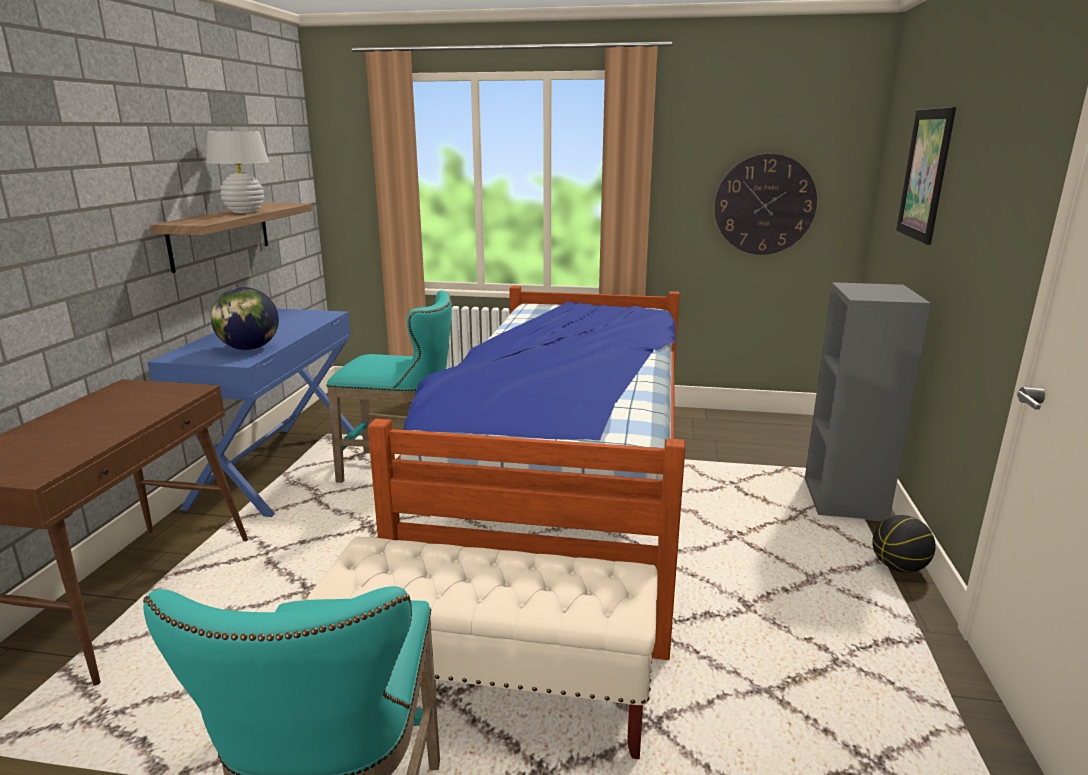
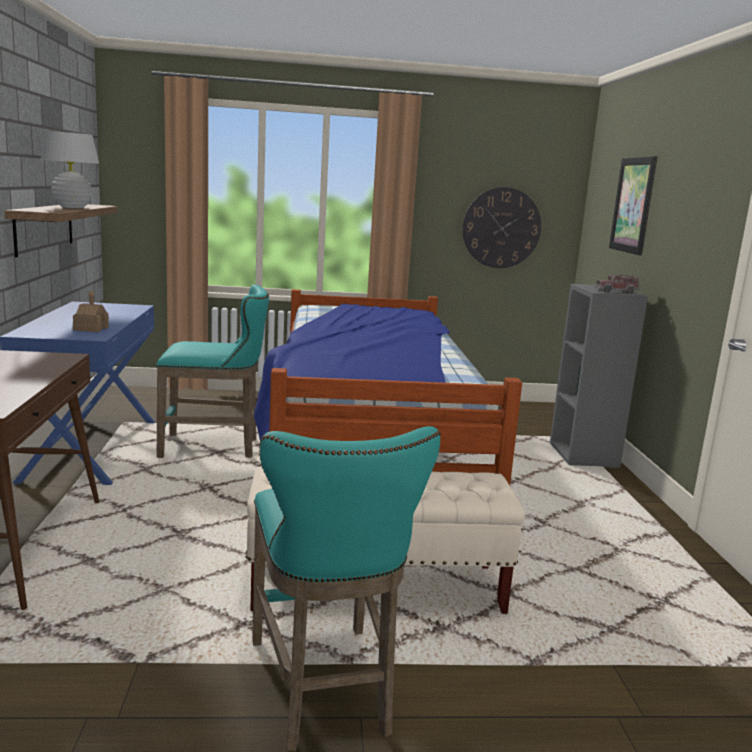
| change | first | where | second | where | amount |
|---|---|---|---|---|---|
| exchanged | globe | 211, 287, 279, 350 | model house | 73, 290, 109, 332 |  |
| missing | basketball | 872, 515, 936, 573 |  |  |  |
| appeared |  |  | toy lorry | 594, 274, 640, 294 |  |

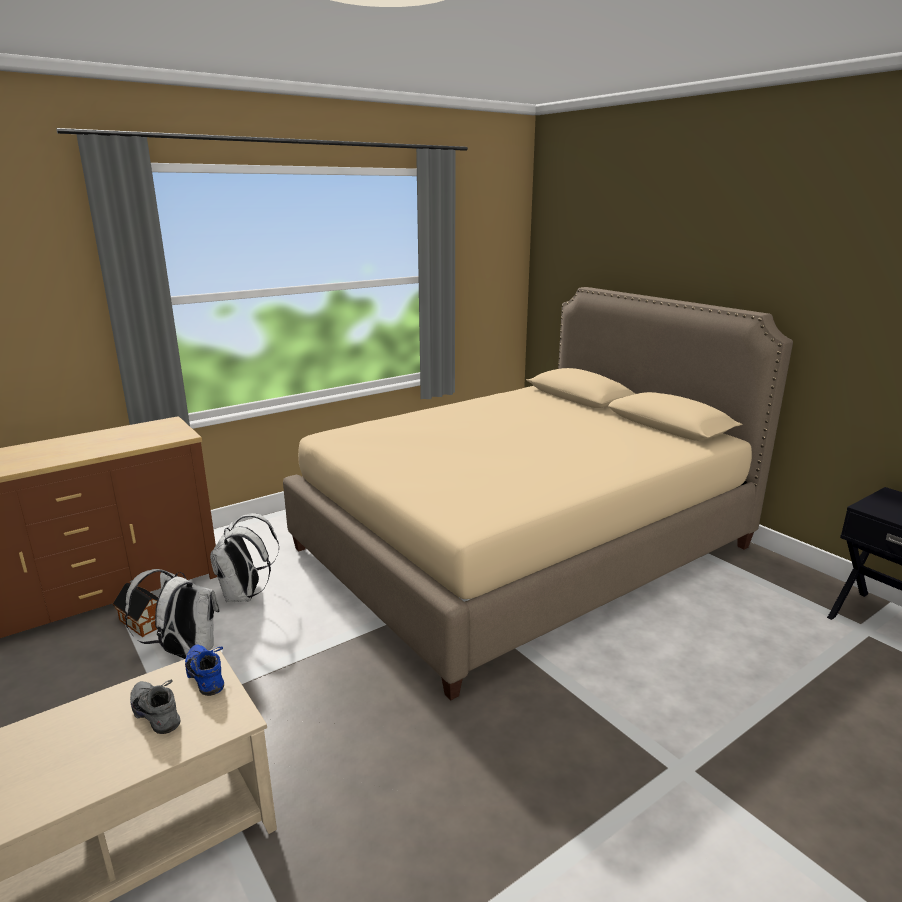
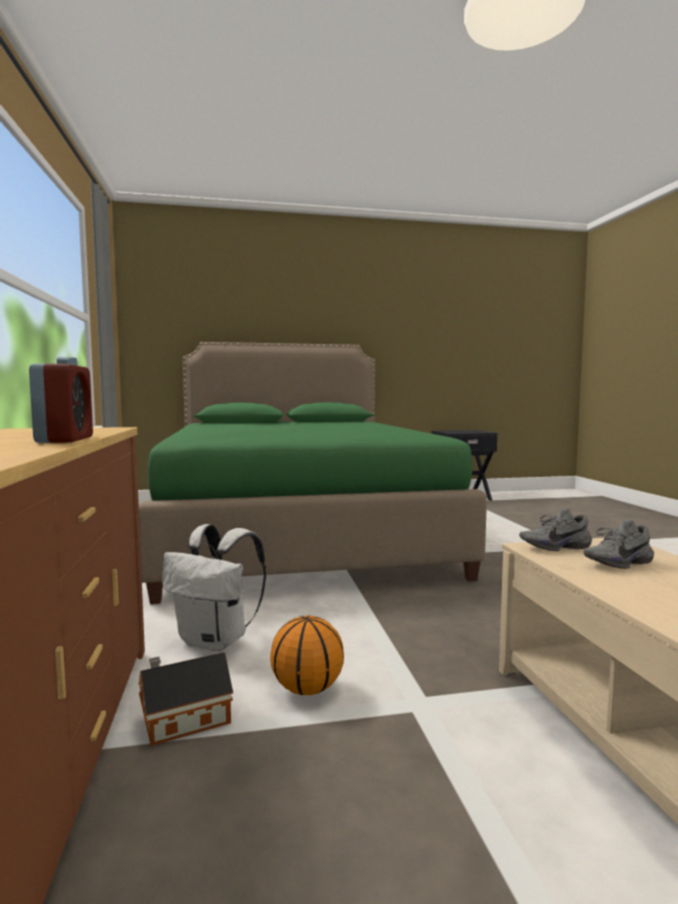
| change | first | where | second | where | amount |
|---|---|---|---|---|---|
| exchanged | white knapsack | 125, 569, 220, 659 | basketball | 270, 616, 344, 695 |  |
| colour | blue-coloured item of footwear | 185, 644, 224, 696 | grey item of footwear | 519, 509, 592, 551 |  |
| colour | beige-coloured bed | 283, 287, 793, 700 | greenish bed | 139, 342, 487, 604 |  |
| appeared |  |  | alarm clock | 29, 357, 93, 443 |  |

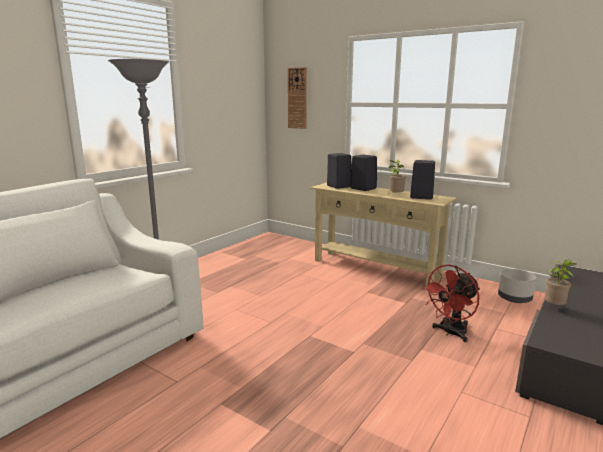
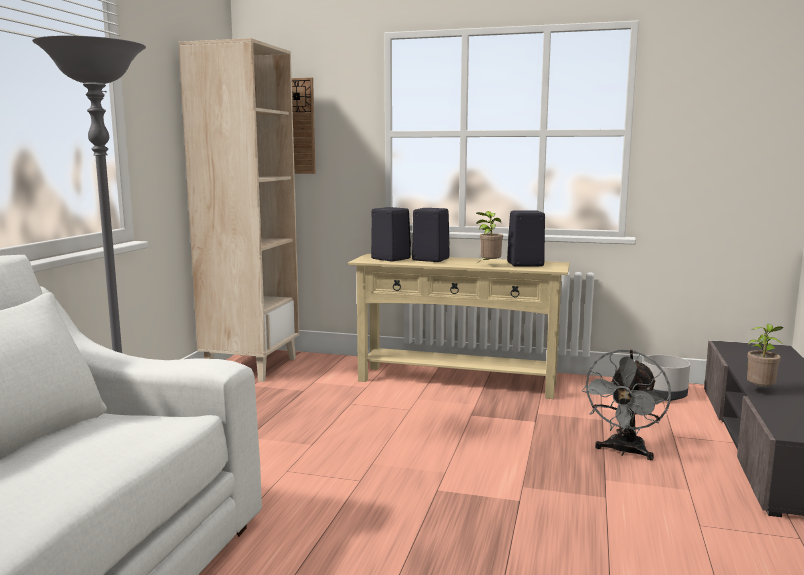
| change | first | where | second | where | amount |
|---|---|---|---|---|---|
| colour | red electric fan | 421, 264, 480, 342 | grey electric fan | 582, 350, 671, 460 |  |
| appeared |  |  | beige-coloured bookcase | 179, 38, 299, 382 |  |

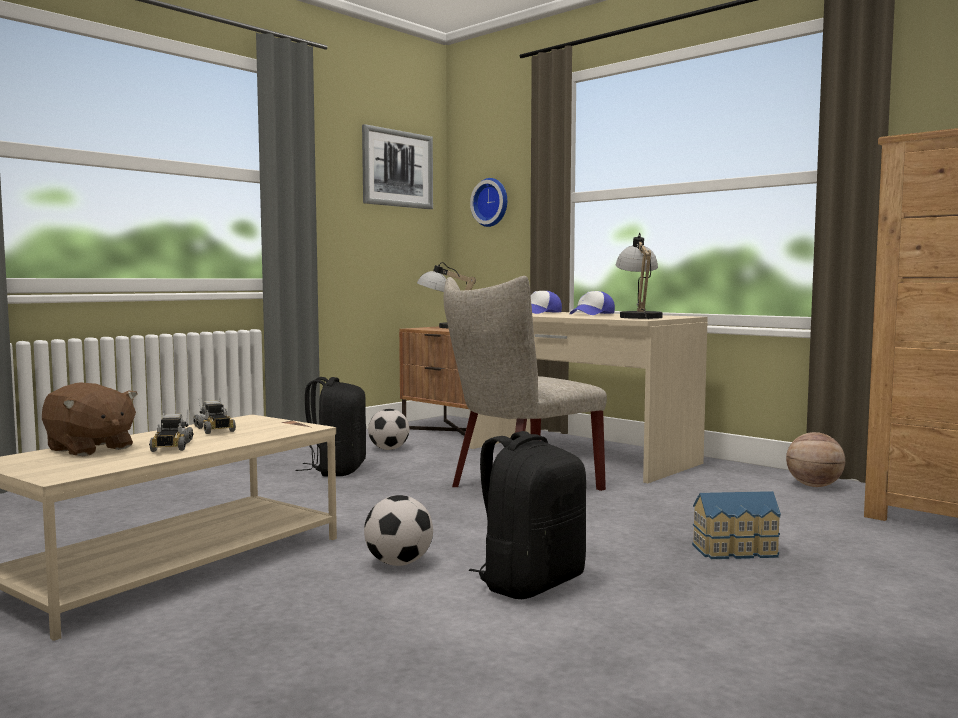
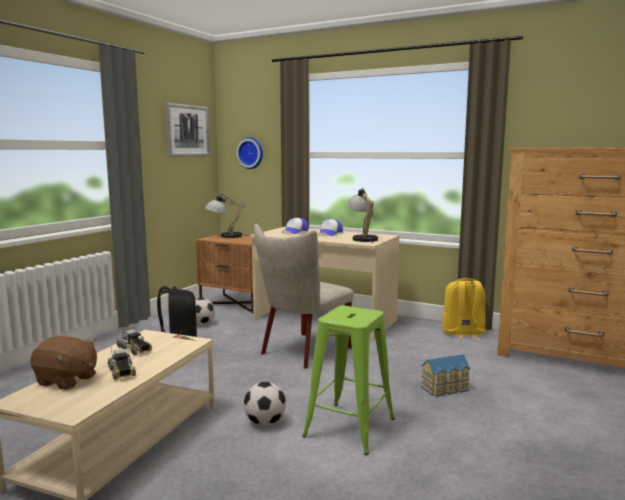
| change | first | where | second | where | amount |
|---|---|---|---|---|---|
| exchanged | black knapsack | 469, 431, 586, 599 | greenish stool | 302, 306, 395, 455 |  |
| exchanged | basketball | 786, 432, 845, 487 | yellow-coloured knapsack | 442, 278, 486, 340 |  |

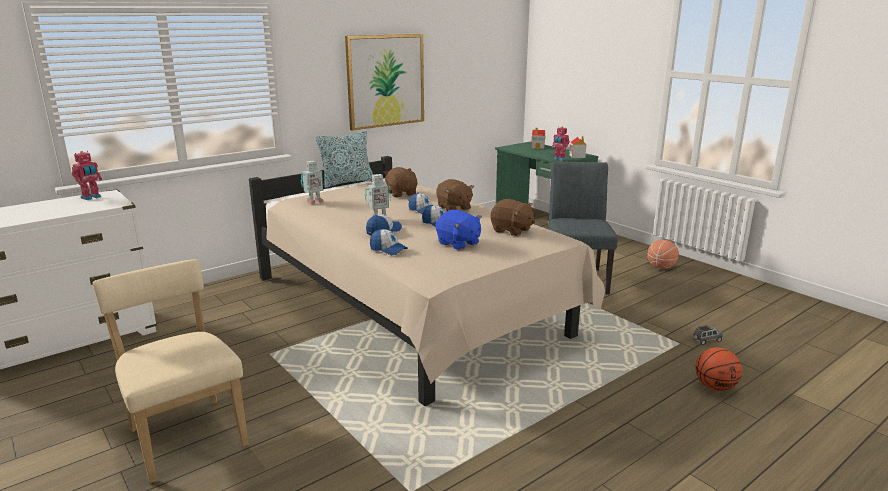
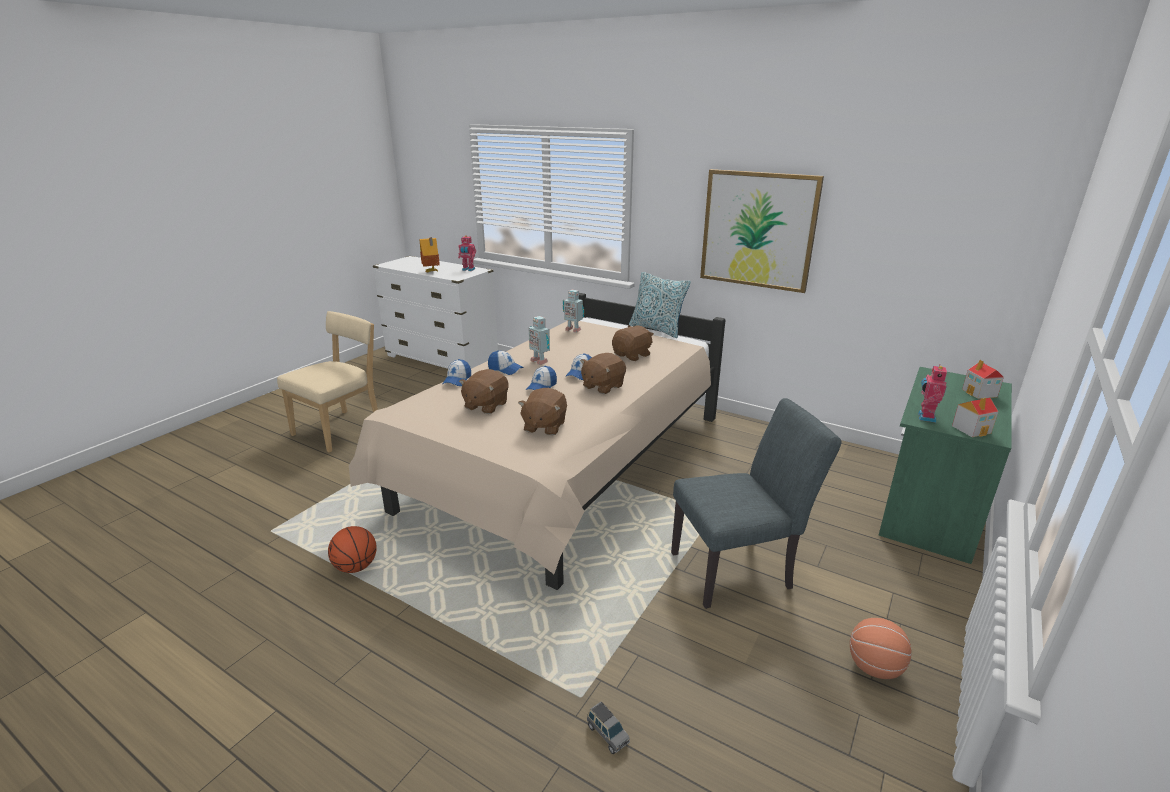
| change | first | where | second | where | amount |
|---|---|---|---|---|---|
| colour | blue-coloured cuddly toy | 436, 210, 482, 250 | brown cuddly toy | 459, 369, 508, 414 |  |
| relocated | basketball | 696, 347, 742, 391 |  | 328, 526, 377, 573 |  |
| appeared |  |  | model house | 419, 237, 440, 273 |  |

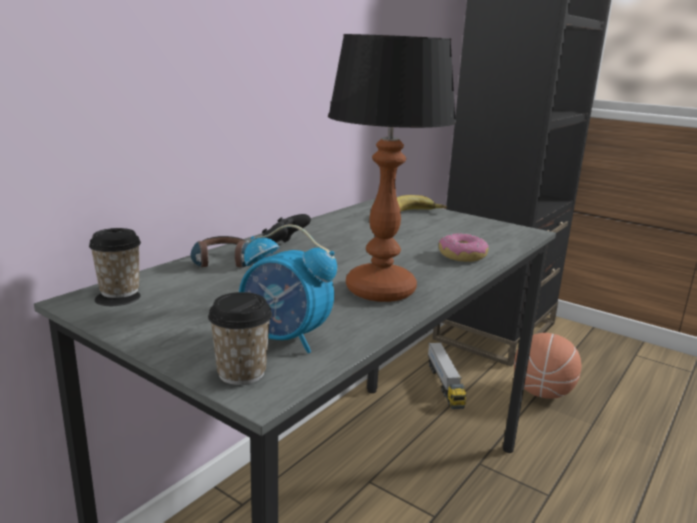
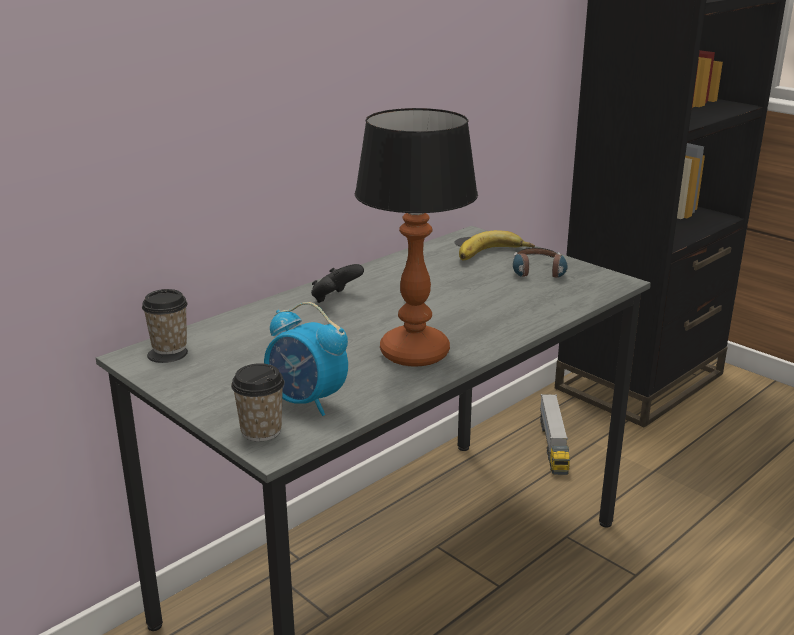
| change | first | where | second | where | amount |
|---|---|---|---|---|---|
| relocated | headphones | 191, 236, 249, 268 |  | 513, 248, 568, 278 |  |
| missing | donut | 439, 233, 489, 262 |  |  |  |
| missing | basketball | 514, 333, 581, 399 |  |  |  |

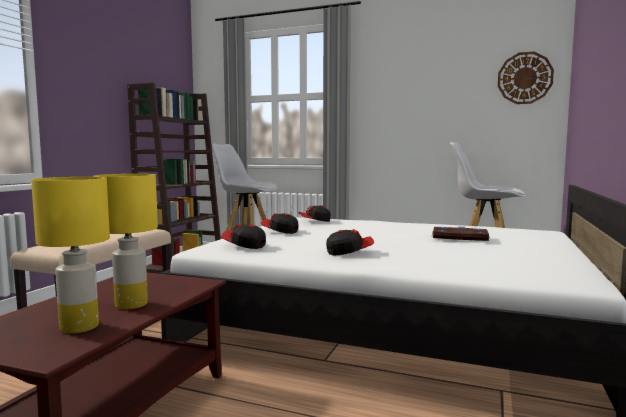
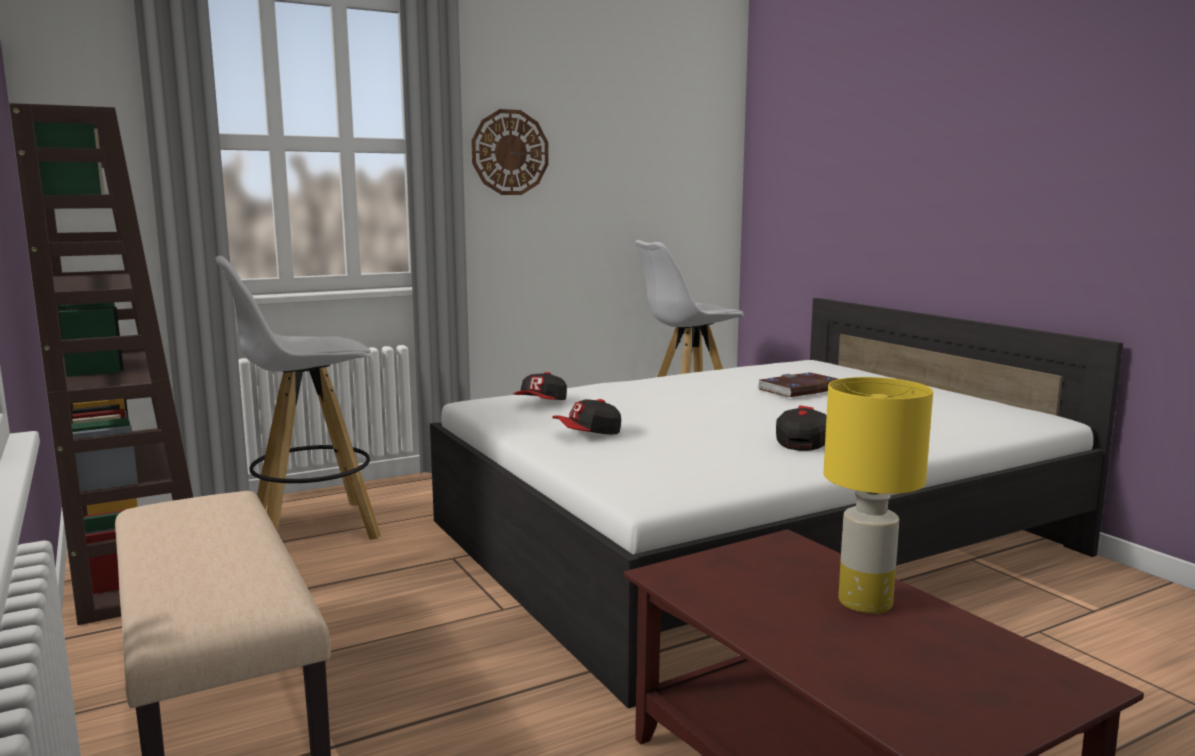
| change | first | where | second | where | amount |
|---|---|---|---|---|---|
| missing | yellow-coloured lamp for a table | 31, 177, 110, 334 |  |  |  |
| missing | baseball cap | 221, 224, 266, 249 |  |  |  |
| relocated | clock on the wall | 498, 52, 554, 104 |  | 471, 109, 549, 195 |  |

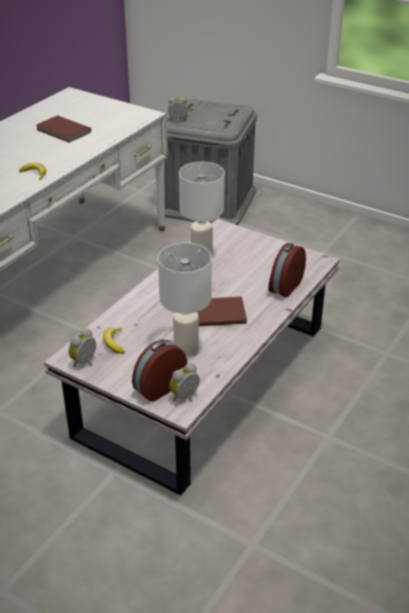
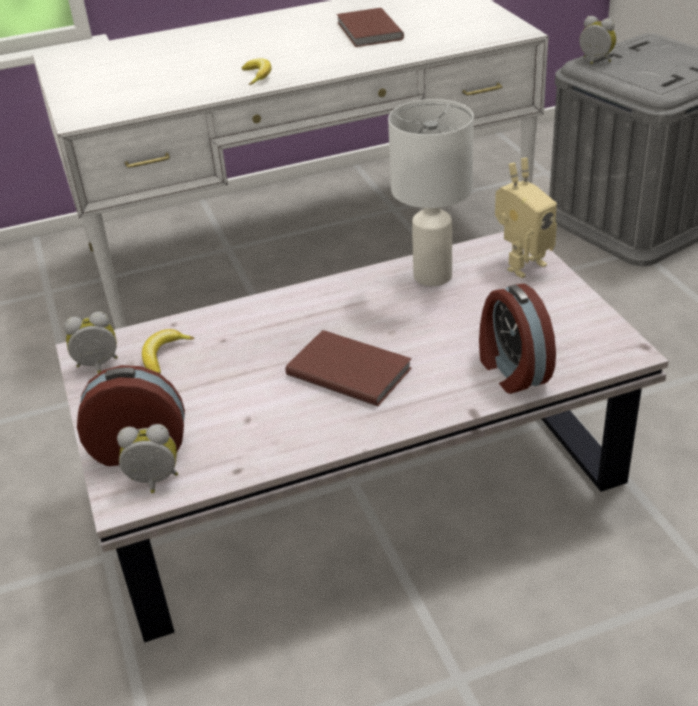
| change | first | where | second | where | amount |
|---|---|---|---|---|---|
| missing | white lamp for a table | 158, 243, 212, 357 |  |  |  |
| spun | alarm clock | 268, 243, 306, 297 |  | 479, 284, 556, 394 | 90 degrees counterclockwise |
| appeared |  |  | model robot | 495, 158, 557, 278 |  |

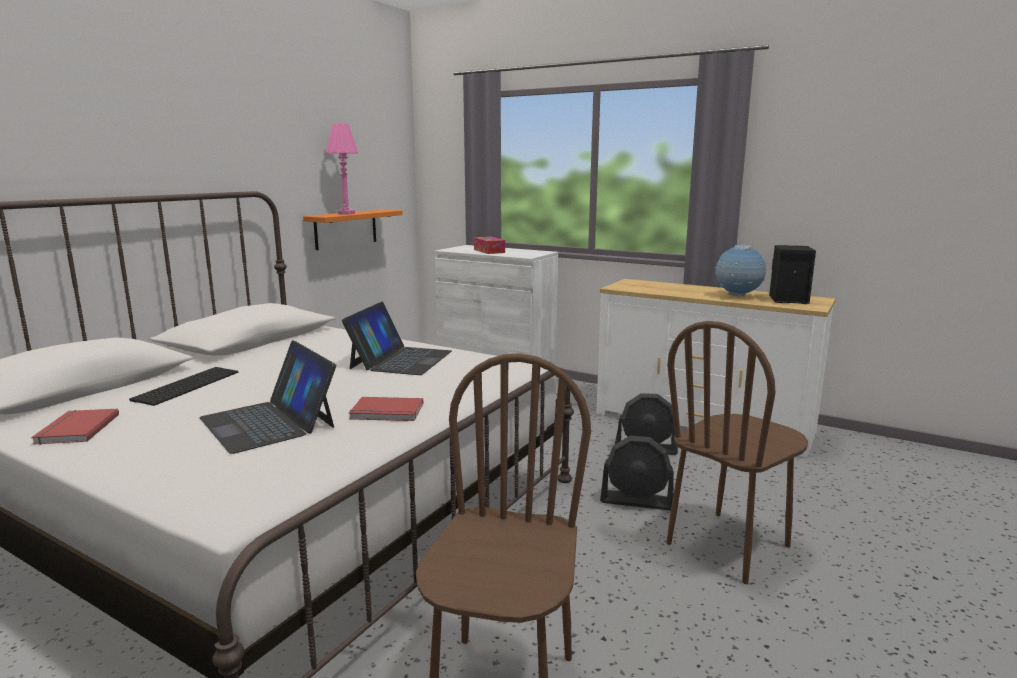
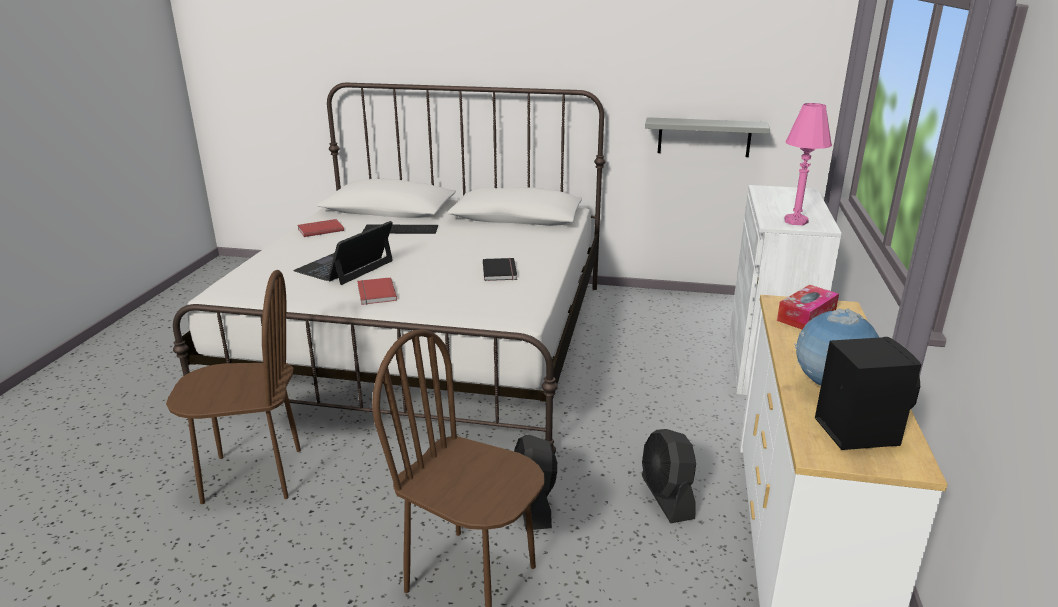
| change | first | where | second | where | amount |
|---|---|---|---|---|---|
| colour | orange-coloured shelf | 303, 210, 403, 250 | grey shelf | 645, 117, 770, 157 |  |
| relocated | pink lamp for a table | 326, 124, 359, 214 |  | 784, 103, 832, 225 |  |
| exchanged | notebook computer | 342, 301, 452, 375 | black volume | 483, 258, 517, 281 |  |
| relocated | box of tissues | 474, 237, 505, 254 |  | 777, 285, 839, 329 |  |

